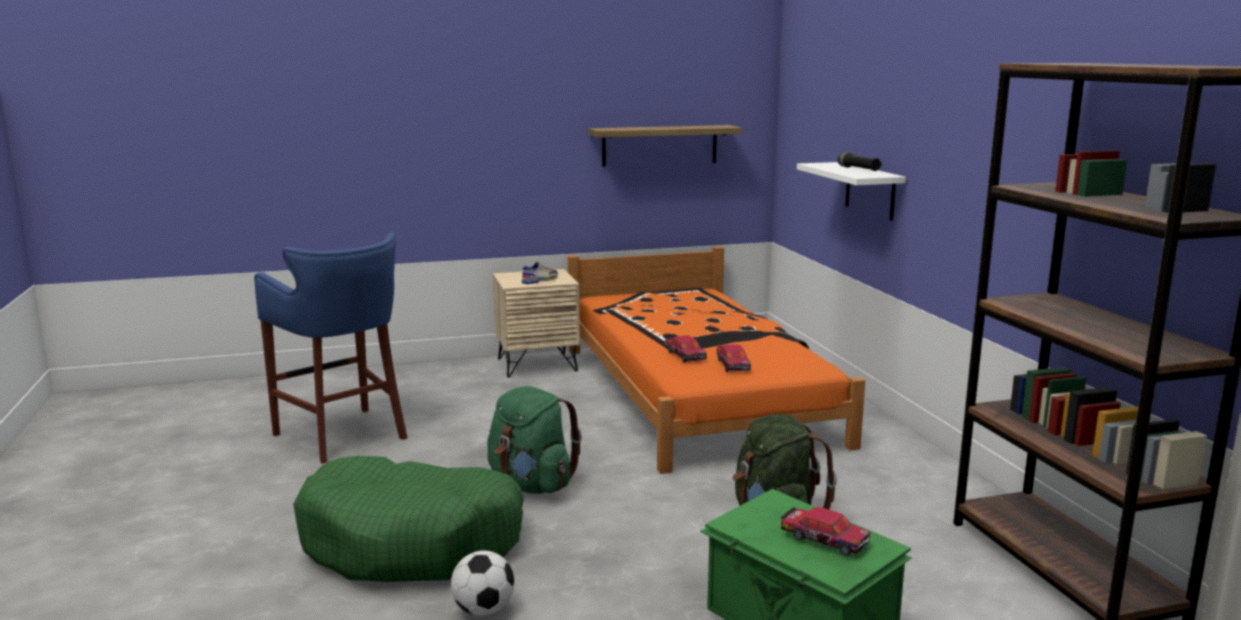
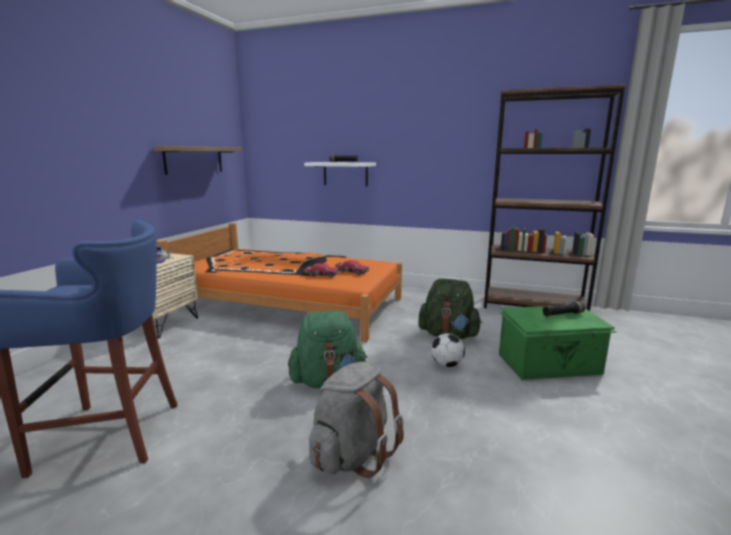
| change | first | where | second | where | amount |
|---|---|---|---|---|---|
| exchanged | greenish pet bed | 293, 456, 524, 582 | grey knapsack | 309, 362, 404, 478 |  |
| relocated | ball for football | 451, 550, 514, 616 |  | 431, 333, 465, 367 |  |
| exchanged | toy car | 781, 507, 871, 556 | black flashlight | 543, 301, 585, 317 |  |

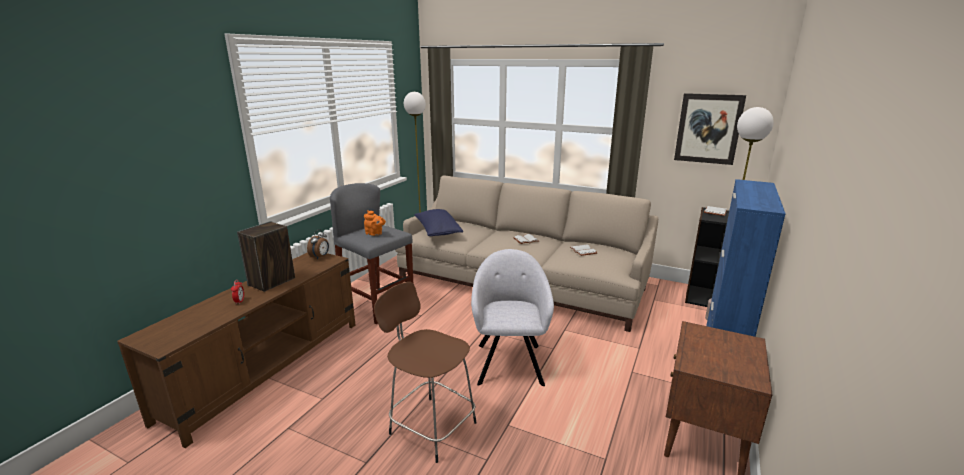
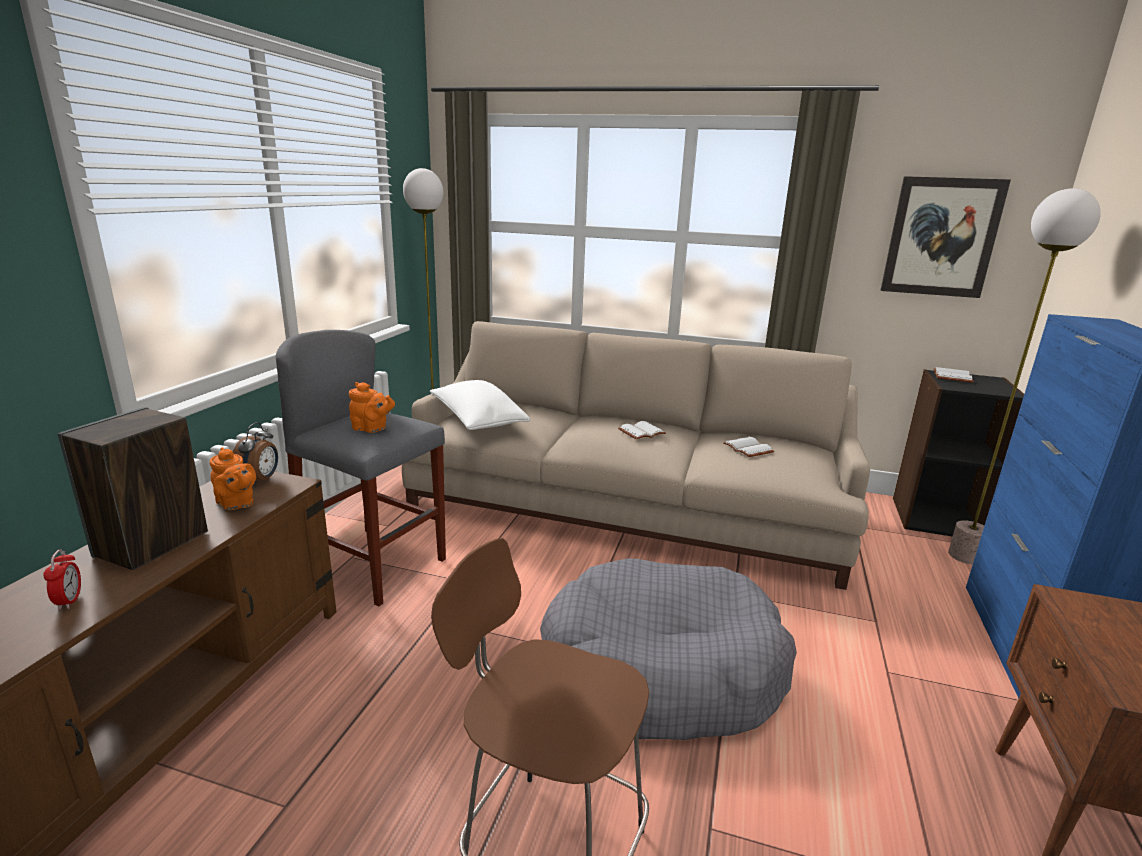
| change | first | where | second | where | amount |
|---|---|---|---|---|---|
| colour | blue-coloured cushion | 414, 209, 463, 236 | white cushion | 430, 380, 530, 430 |  |
| exchanged | grey armchair | 471, 249, 554, 386 | grey pet bed | 540, 558, 797, 740 |  |
| appeared |  |  | orange-coloured tea pot | 210, 447, 256, 510 |  |

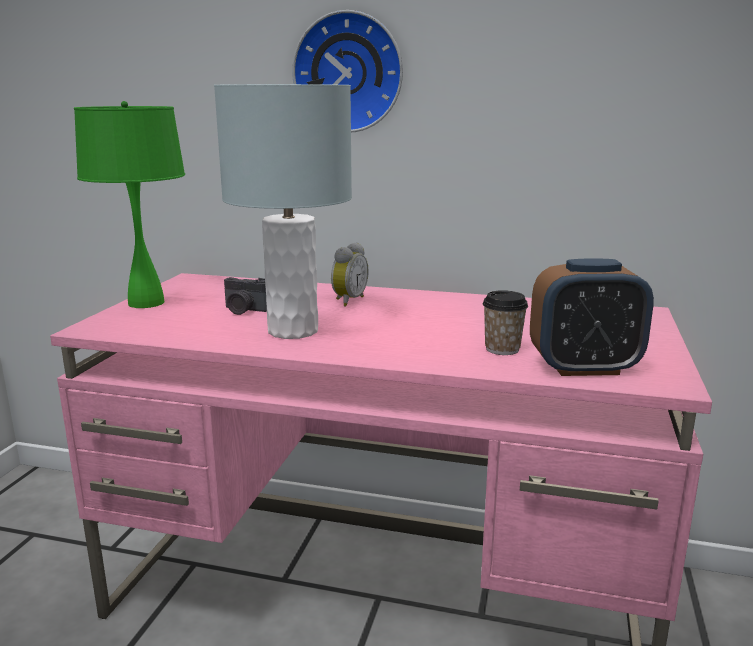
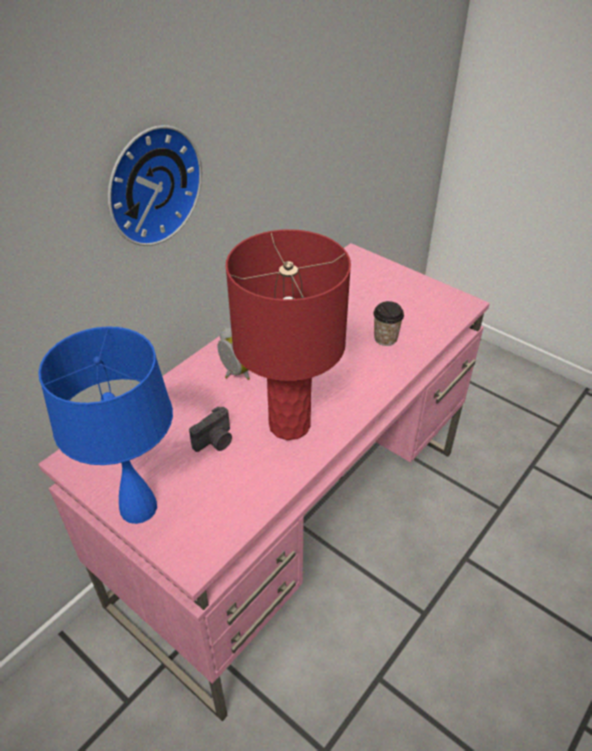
| change | first | where | second | where | amount |
|---|---|---|---|---|---|
| colour | greenish lamp for a table | 74, 101, 185, 308 | blue-coloured lamp for a table | 38, 326, 173, 524 |  |
| colour | grey lamp for a table | 214, 84, 352, 339 | red lamp for a table | 226, 229, 351, 440 |  |
| missing | alarm clock | 530, 258, 654, 376 |  |  |  |

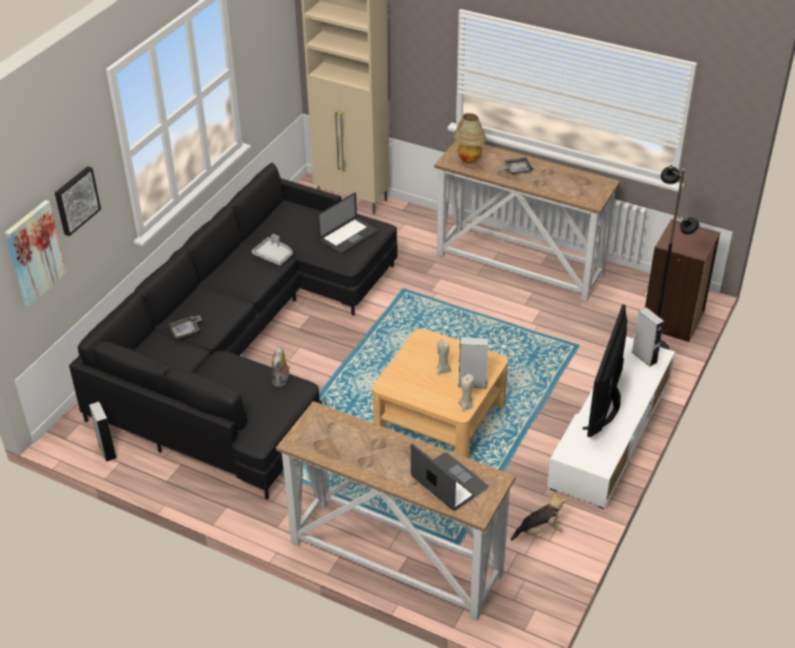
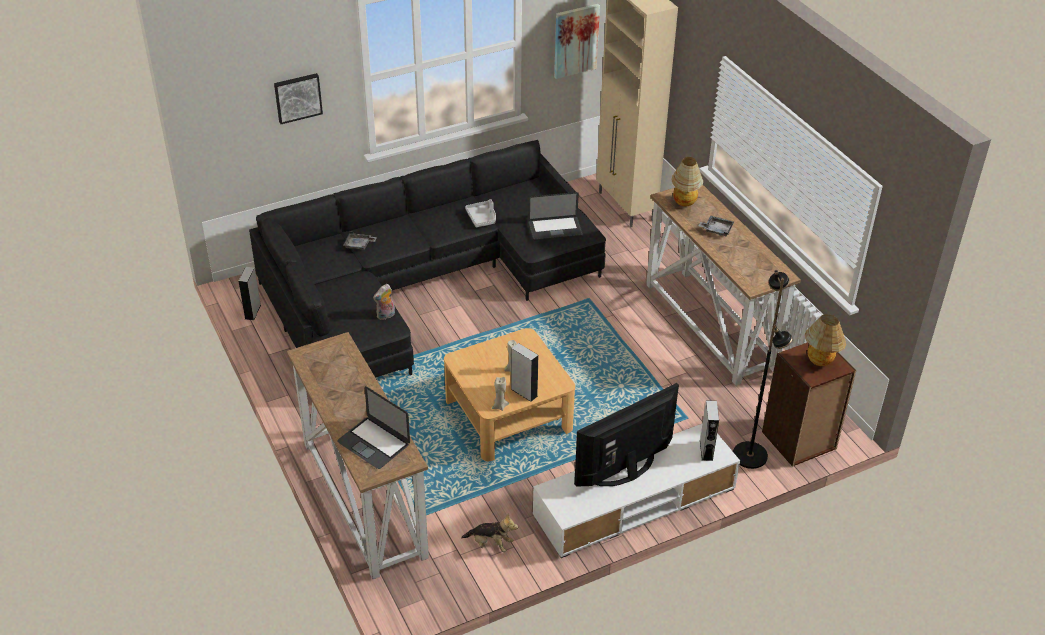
| change | first | where | second | where | amount |
|---|---|---|---|---|---|
| relocated | wall art | 5, 200, 67, 306 |  | 554, 4, 600, 79 |  |
| spun | notebook computer | 411, 443, 488, 511 |  | 337, 386, 410, 469 | 135 degrees clockwise |
| appeared |  |  | lamp for a table | 805, 314, 846, 366 |  |

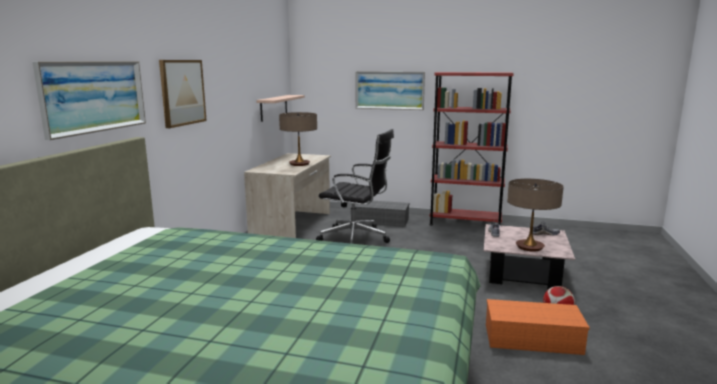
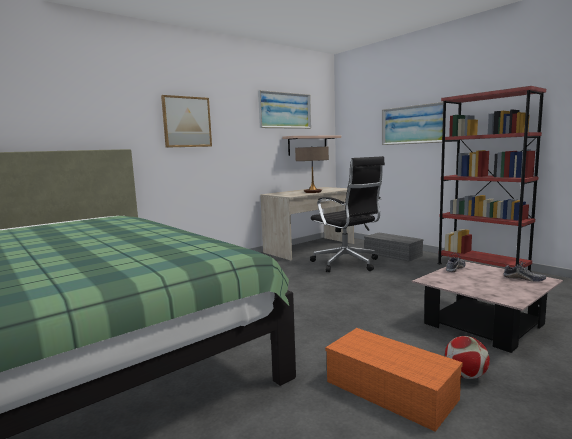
| change | first | where | second | where | amount |
|---|---|---|---|---|---|
| relocated | wall art | 32, 61, 146, 140 |  | 258, 90, 311, 129 |  |
| missing | lamp for a table | 507, 179, 564, 252 |  |  |  |

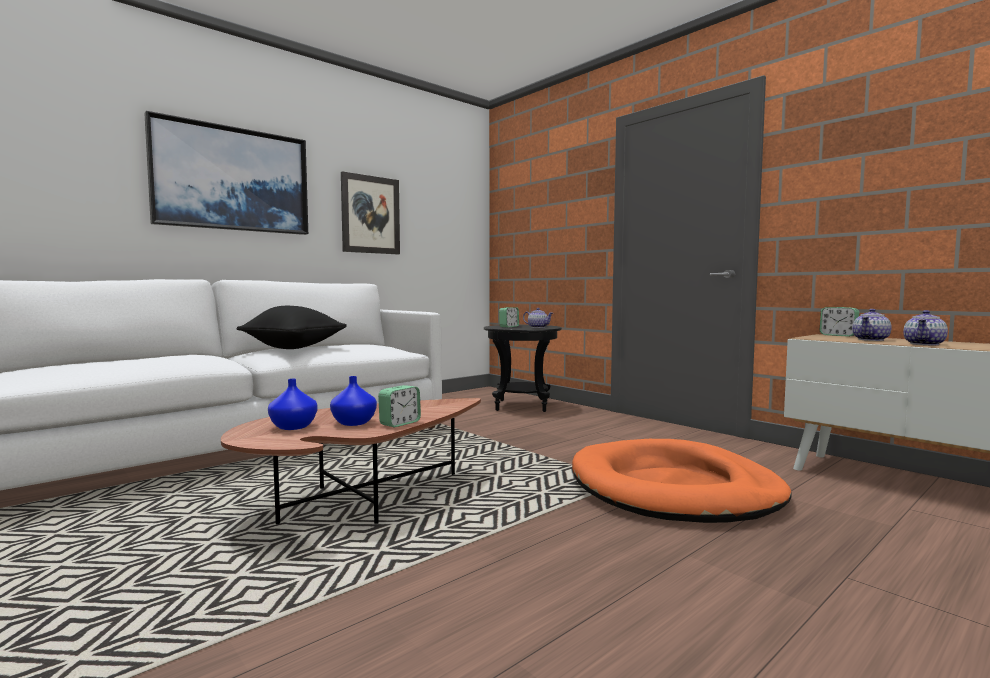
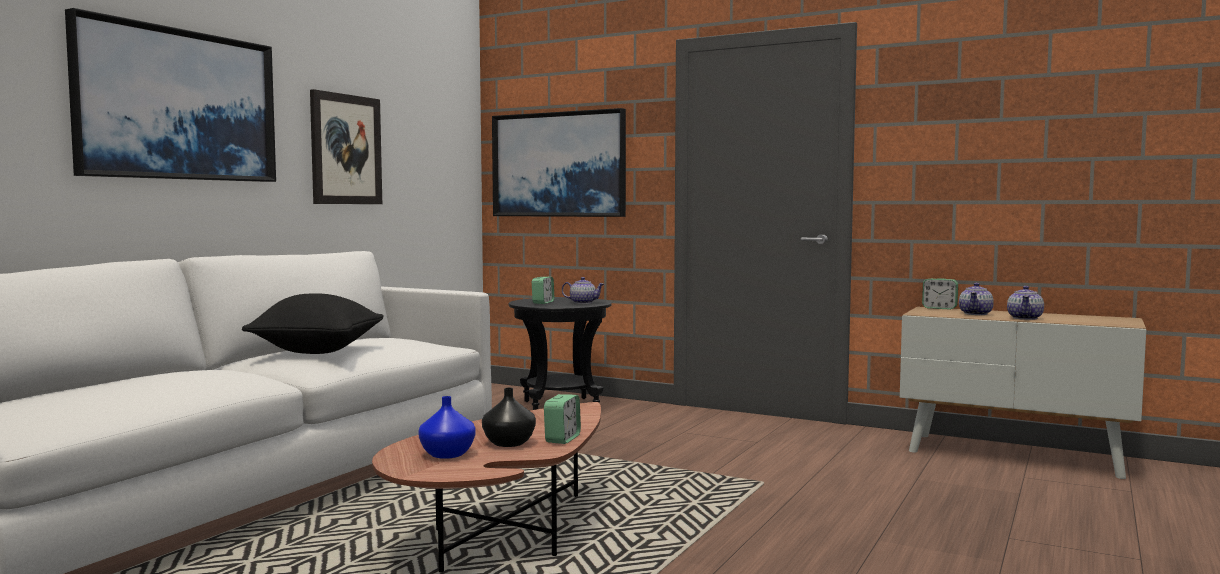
| change | first | where | second | where | amount |
|---|---|---|---|---|---|
| colour | blue-coloured decorative vase | 330, 376, 377, 426 | black decorative vase | 482, 388, 536, 447 |  |
| missing | orange-coloured pet bed | 572, 439, 792, 523 |  |  |  |
| appeared |  |  | wall art | 492, 108, 626, 217 |  |

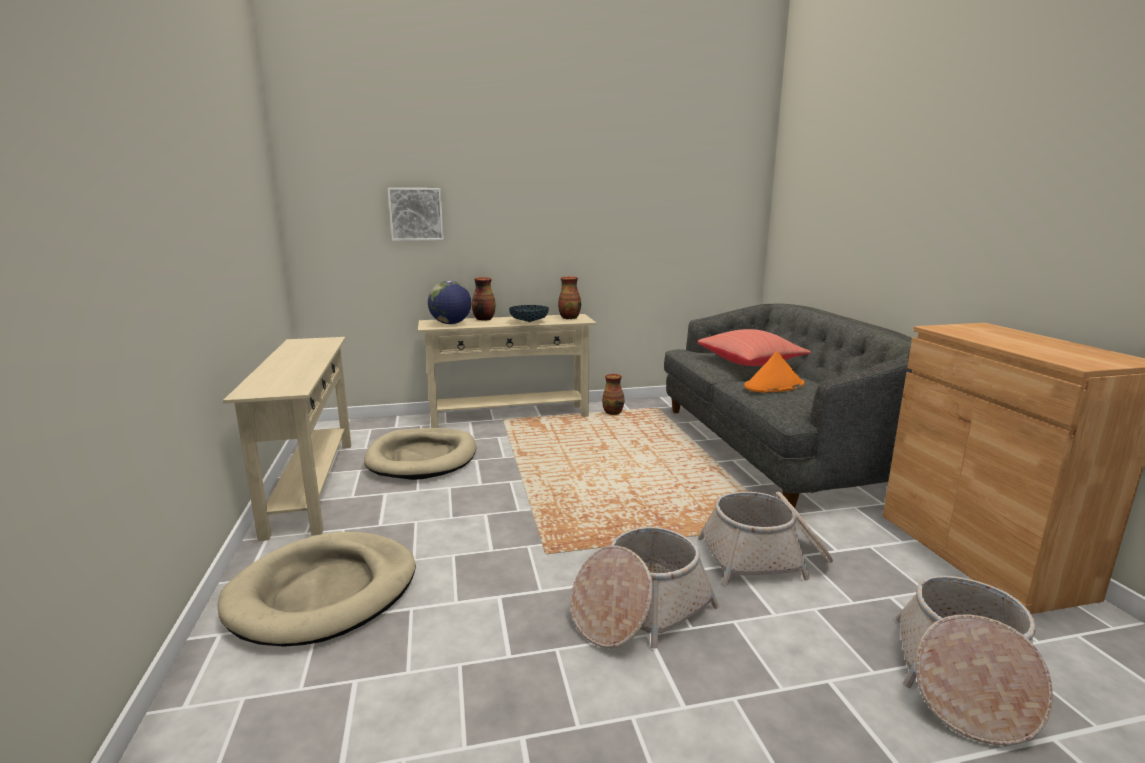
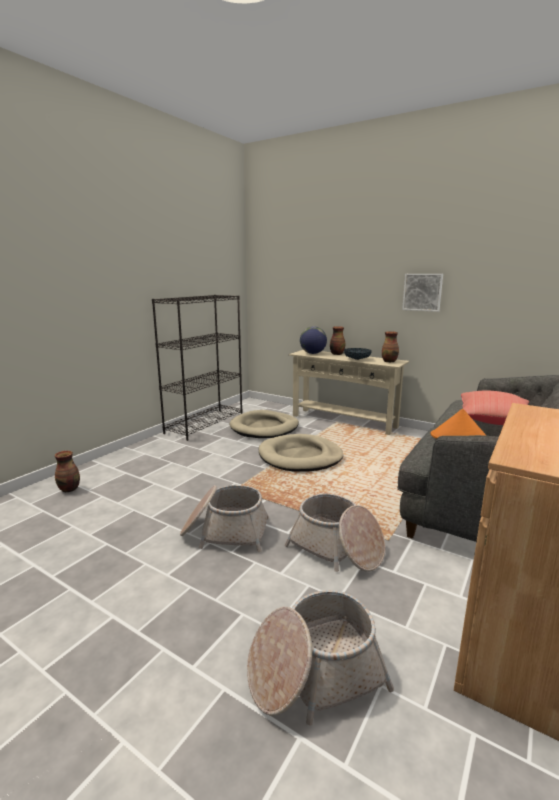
| change | first | where | second | where | amount |
|---|---|---|---|---|---|
| relocated | beige-coloured pet bed | 217, 532, 416, 647 |  | 259, 434, 343, 472 |  |
| exchanged | beige-coloured console table | 223, 337, 351, 541 | black bookcase | 152, 295, 243, 441 |  |
| relocated | wall art | 388, 188, 444, 241 |  | 402, 274, 443, 312 |  |
| relocated | decorative vase | 602, 374, 624, 415 |  | 55, 451, 80, 493 |  |

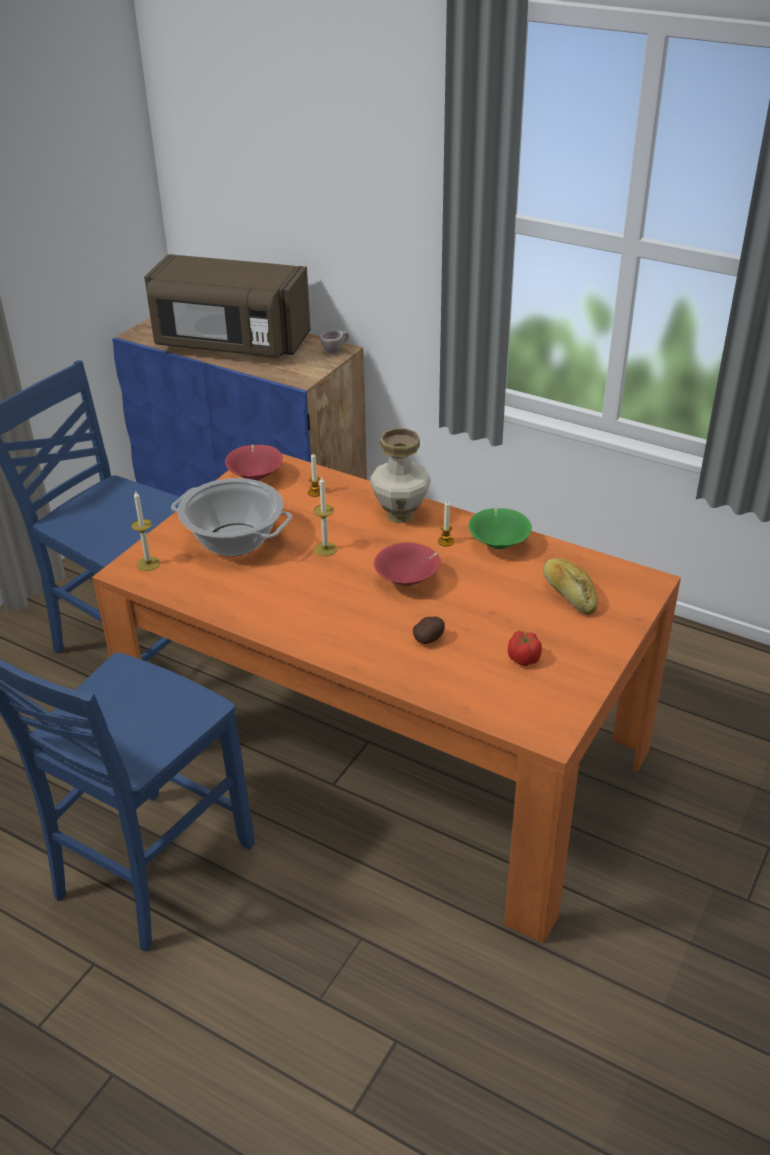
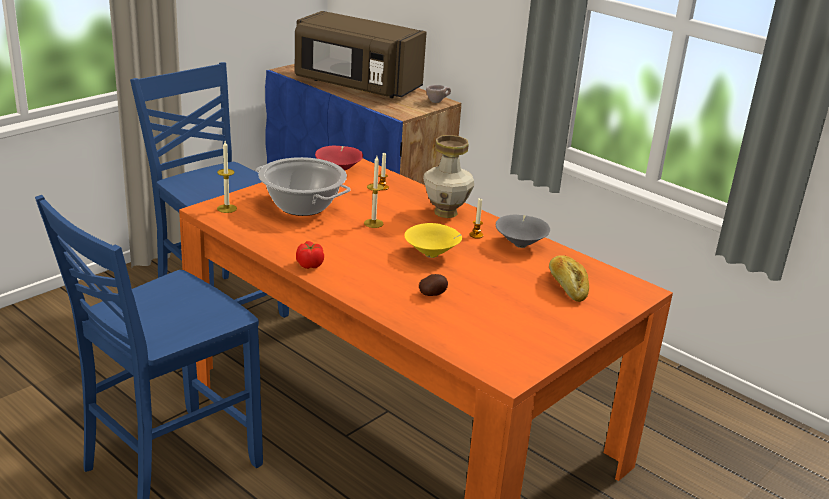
| change | first | where | second | where | amount |
|---|---|---|---|---|---|
| colour | red deep dish | 374, 542, 441, 586 | yellow-coloured deep dish | 404, 223, 462, 258 |  |
| colour | greenish deep dish | 468, 508, 532, 549 | grey deep dish | 496, 215, 550, 248 |  |
| relocated | tomato | 508, 631, 542, 666 |  | 296, 241, 324, 269 |  |

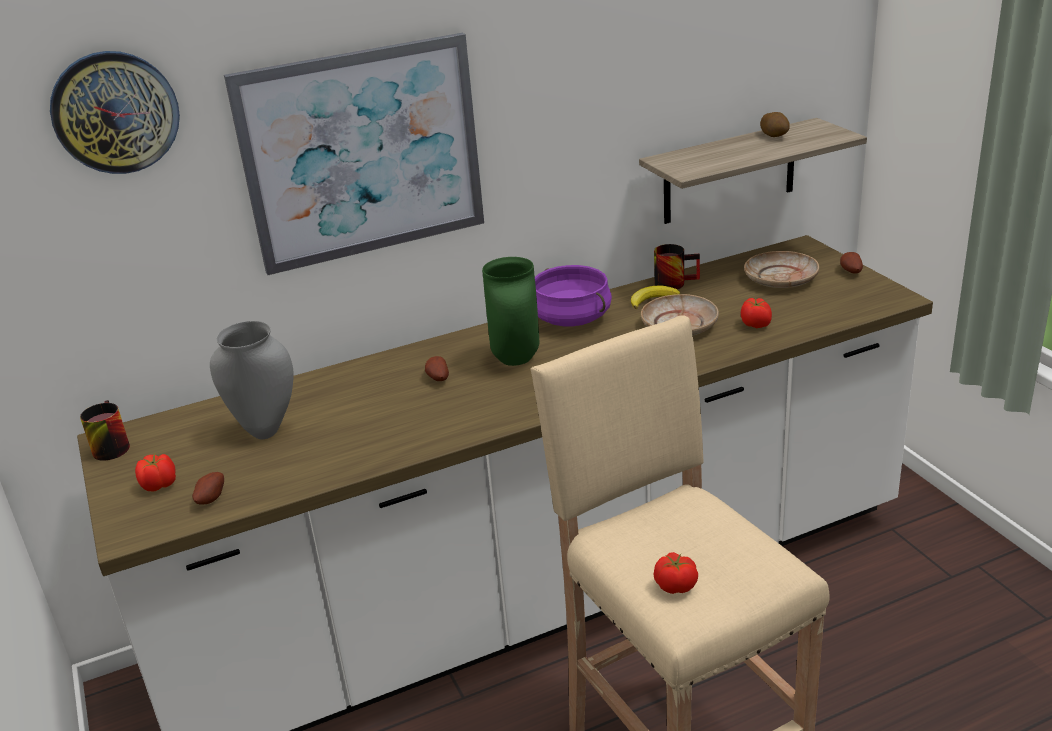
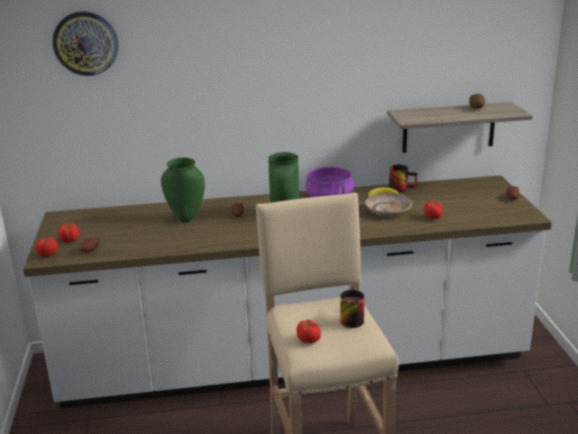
| change | first | where | second | where | amount |
|---|---|---|---|---|---|
| relocated | coffee mug | 80, 400, 130, 461 |  | 340, 288, 364, 328 |  |
| missing | grey decorative vase | 210, 321, 294, 439 |  |  |  |
| missing | wall art | 224, 33, 484, 275 |  |  |  |
| missing | beige-coloured plate | 744, 251, 819, 288 |  |  |  |
| appeared |  |  | tomato | 35, 237, 58, 257 |  |
| appeared |  |  | greenish decorative vase | 161, 158, 205, 223 |  |

